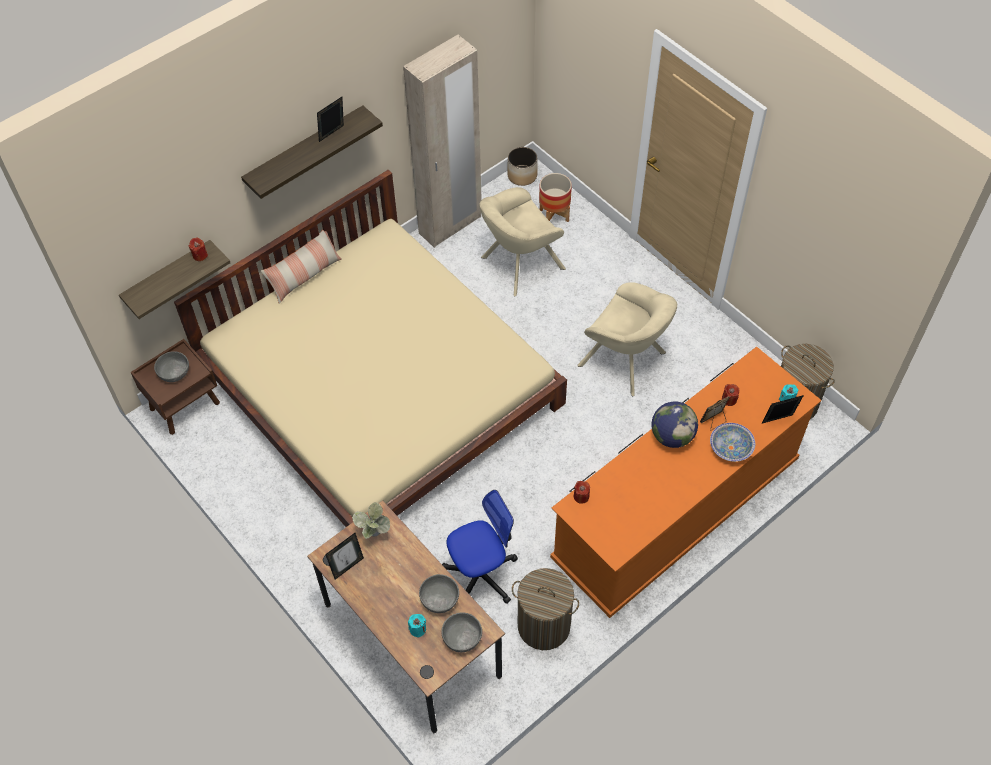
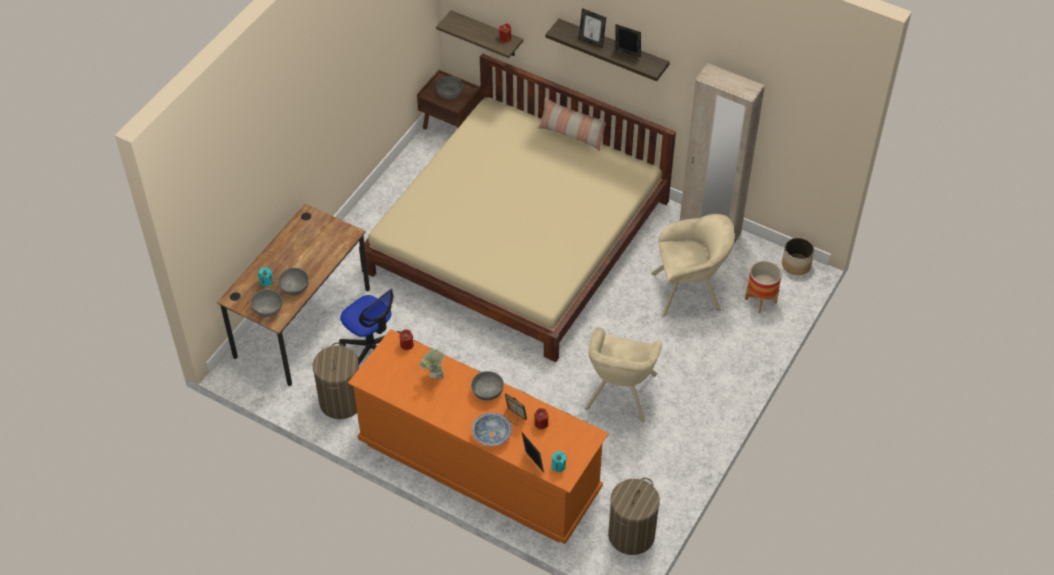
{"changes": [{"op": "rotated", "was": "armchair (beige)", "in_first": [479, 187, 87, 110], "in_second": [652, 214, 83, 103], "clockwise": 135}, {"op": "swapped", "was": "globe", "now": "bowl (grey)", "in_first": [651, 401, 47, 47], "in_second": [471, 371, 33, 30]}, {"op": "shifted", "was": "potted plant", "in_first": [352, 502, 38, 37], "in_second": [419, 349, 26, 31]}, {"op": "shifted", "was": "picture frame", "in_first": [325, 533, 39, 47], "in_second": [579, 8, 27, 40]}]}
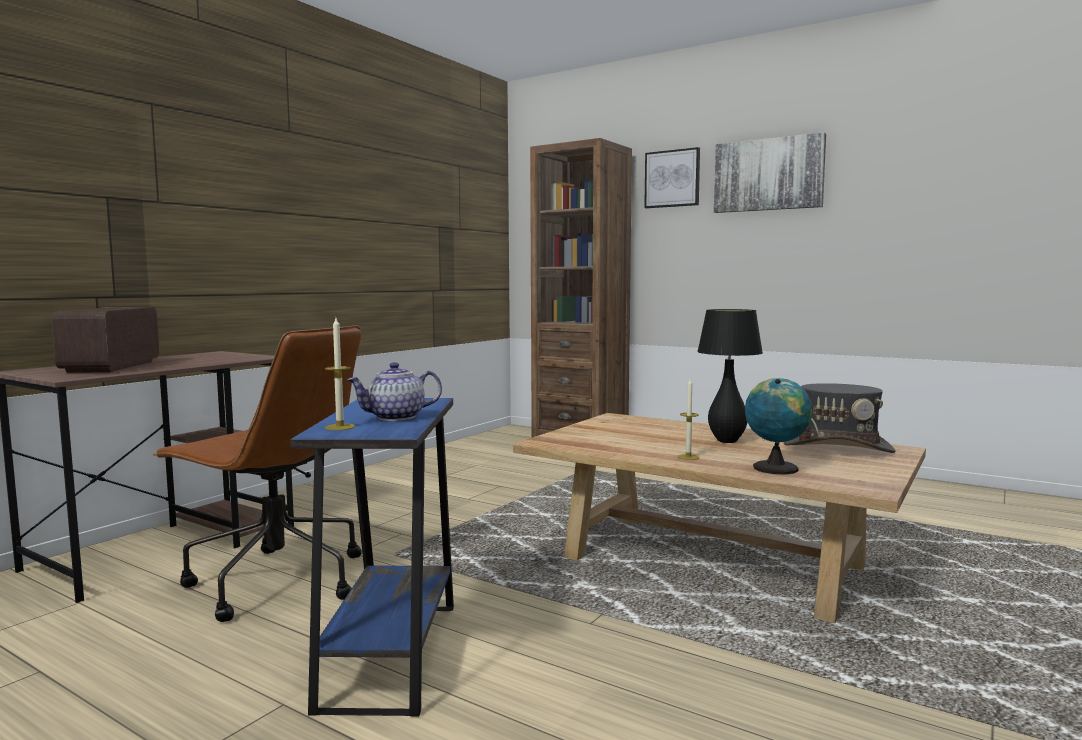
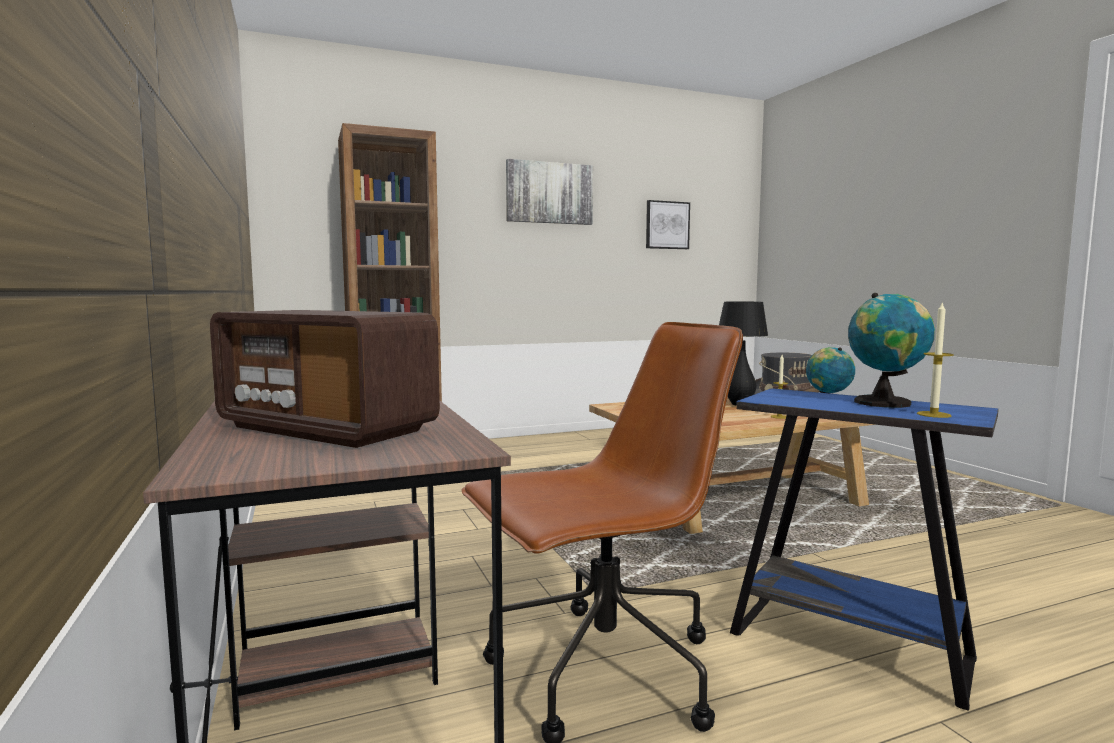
{"changes": [{"op": "shifted", "was": "picture", "in_first": [644, 147, 56, 61], "in_second": [646, 200, 44, 49]}, {"op": "swapped", "was": "teapot", "now": "globe", "in_first": [347, 362, 95, 59], "in_second": [848, 293, 87, 115]}]}
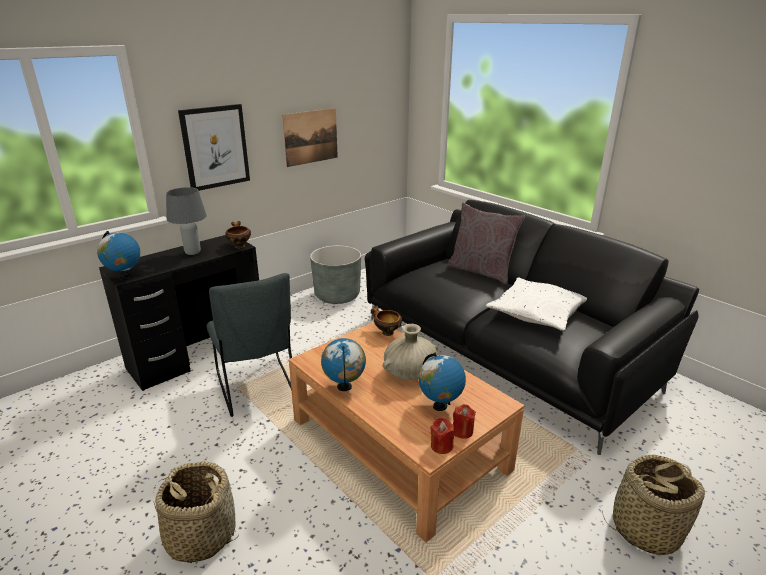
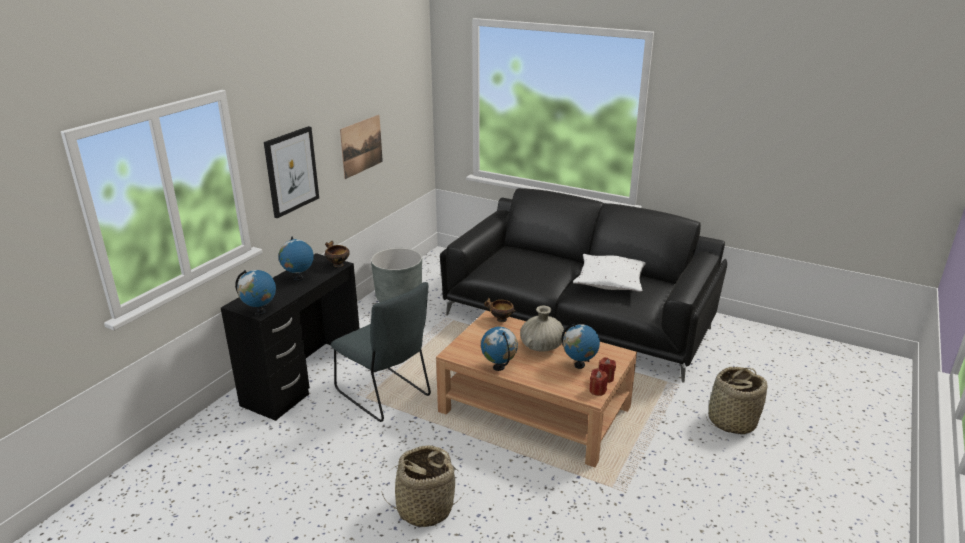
{"changes": [{"op": "swapped", "was": "table lamp (grey)", "now": "globe", "in_first": [166, 187, 41, 68], "in_second": [279, 236, 35, 45]}, {"op": "gone", "was": "pillow (grey)", "in_first": [447, 203, 78, 81]}]}
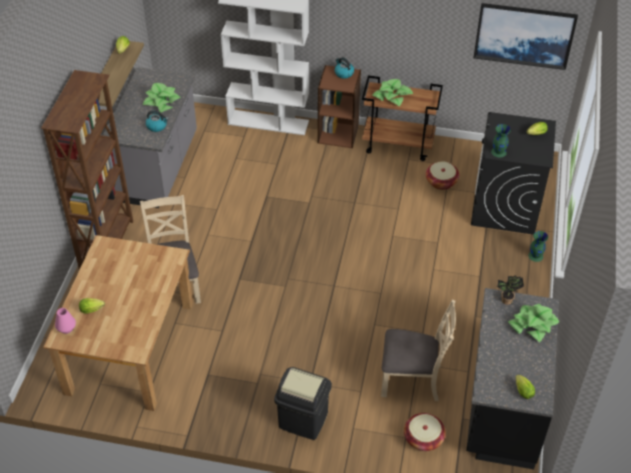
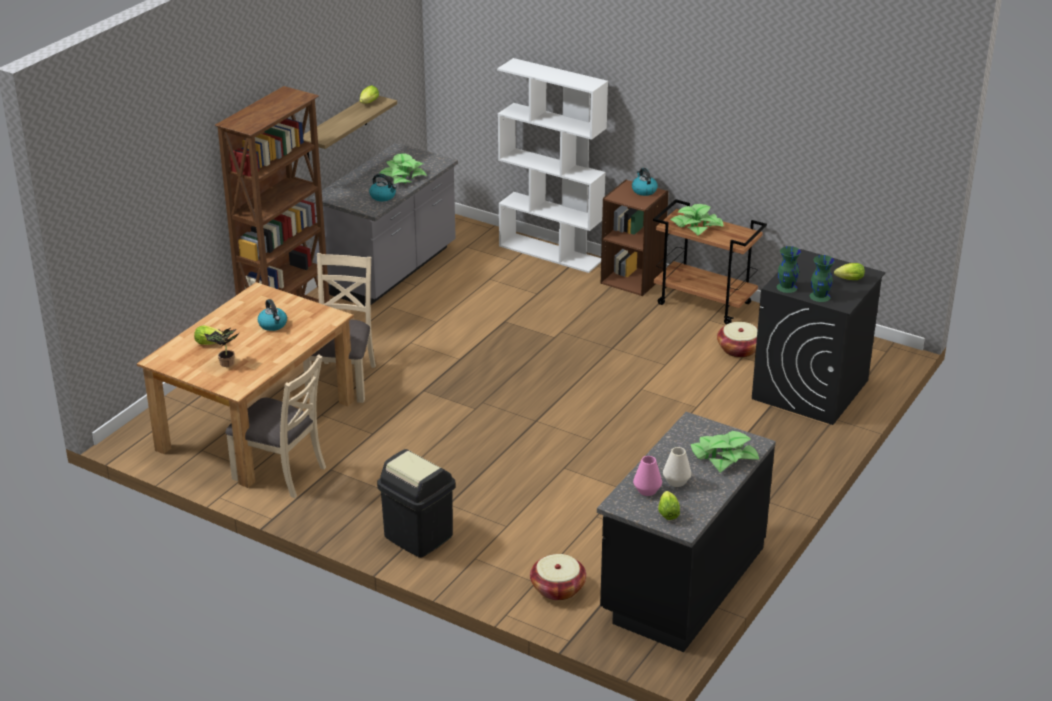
{"changes": [{"op": "gone", "was": "picture", "in_first": [474, 3, 104, 67]}, {"op": "shifted", "was": "vase (green)", "in_first": [528, 231, 20, 31], "in_second": [810, 255, 25, 47]}, {"op": "shifted", "was": "potted plant", "in_first": [497, 275, 27, 30], "in_second": [204, 328, 35, 39]}, {"op": "shifted", "was": "chair (beige)", "in_first": [381, 300, 75, 101], "in_second": [225, 354, 101, 144]}, {"op": "shifted", "was": "vase (pink)", "in_first": [55, 308, 21, 26], "in_second": [633, 456, 29, 40]}, {"op": "new", "now": "kettle", "in_second": [258, 299, 29, 32]}, {"op": "new", "now": "vase (white)", "in_second": [663, 447, 29, 40]}]}
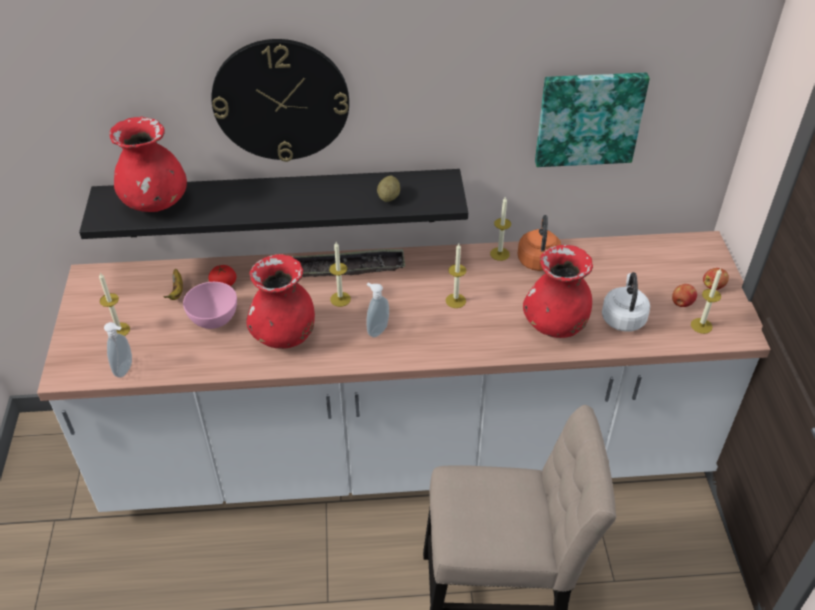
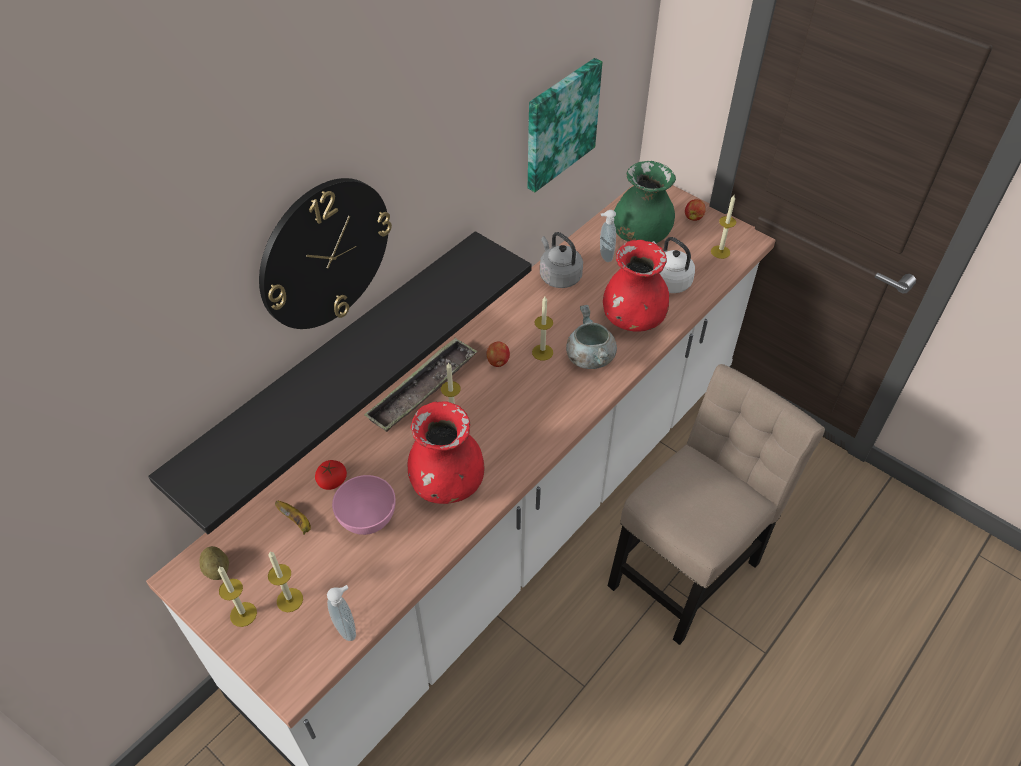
{"changes": [{"op": "gone", "was": "vase (red)", "in_first": [109, 117, 78, 95]}, {"op": "shifted", "was": "potato", "in_first": [377, 176, 23, 26], "in_second": [199, 546, 30, 34]}, {"op": "shifted", "was": "candle", "in_first": [490, 197, 21, 64], "in_second": [218, 566, 39, 61]}, {"op": "repainted", "was": "kettle (orange)", "now": "kettle (grey)", "in_first": [518, 215, 43, 56], "in_second": [540, 232, 43, 56]}, {"op": "shifted", "was": "soap dispenser", "in_first": [367, 283, 22, 54], "in_second": [600, 210, 16, 52]}, {"op": "shifted", "was": "apple", "in_first": [672, 284, 25, 23], "in_second": [487, 342, 23, 25]}, {"op": "new", "now": "vase (green)", "in_second": [614, 161, 62, 82]}, {"op": "new", "now": "cooking pot (grey)", "in_second": [566, 305, 51, 64]}]}
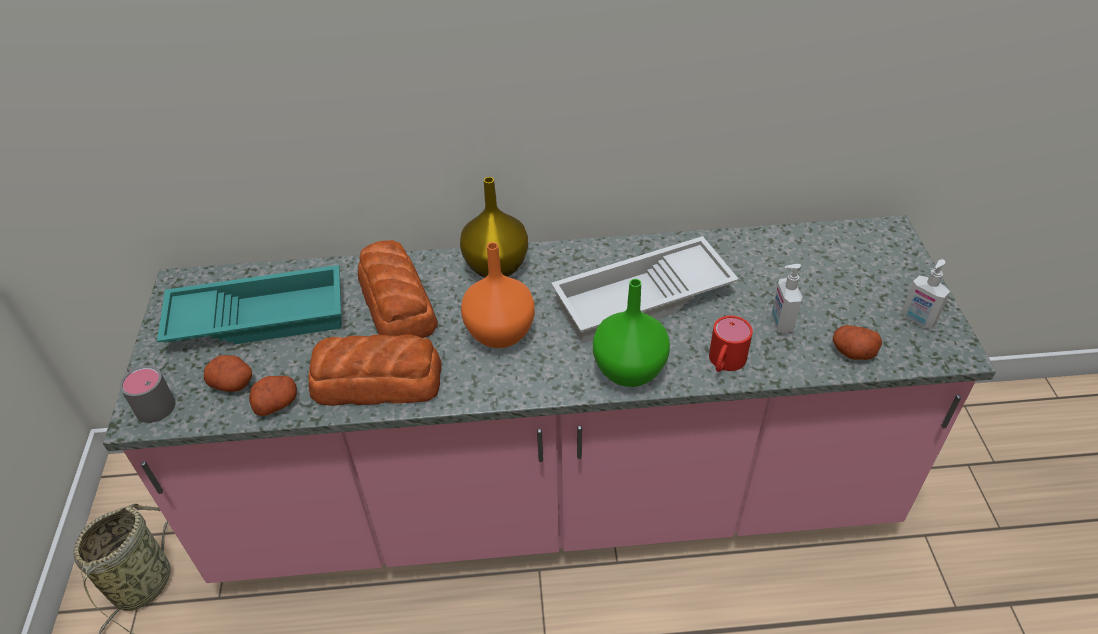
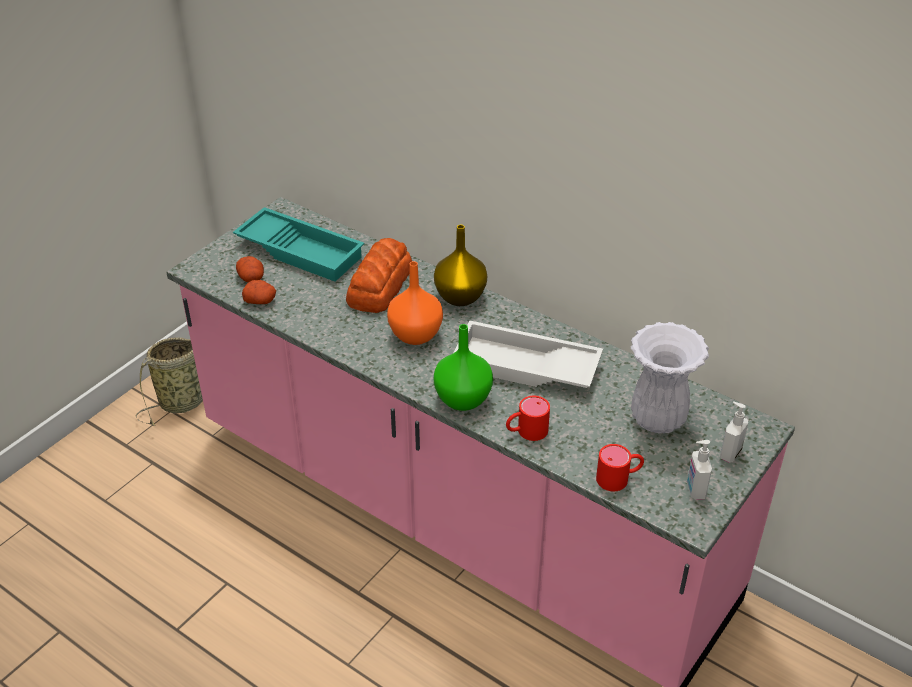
{"changes": [{"op": "shifted", "was": "soap dispenser", "in_first": [771, 264, 31, 69], "in_second": [720, 402, 28, 61]}, {"op": "swapped", "was": "potato", "now": "mug (red)", "in_first": [833, 325, 49, 35], "in_second": [596, 444, 48, 47]}, {"op": "gone", "was": "bread", "in_first": [308, 334, 134, 72]}, {"op": "gone", "was": "mug (grey)", "in_first": [120, 365, 55, 58]}, {"op": "new", "now": "vase (white)", "in_second": [631, 322, 78, 112]}]}
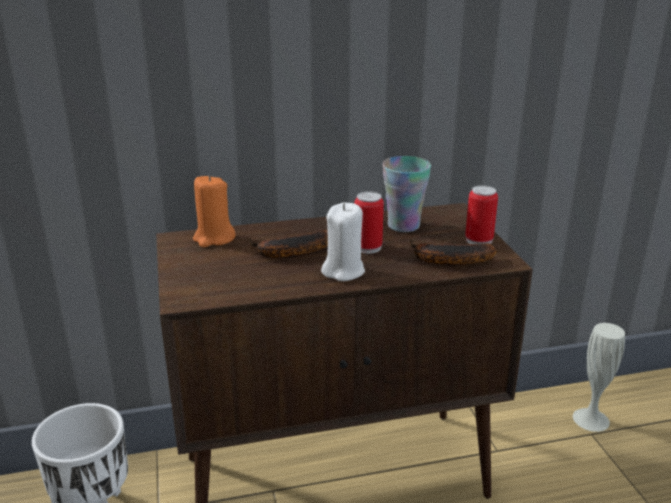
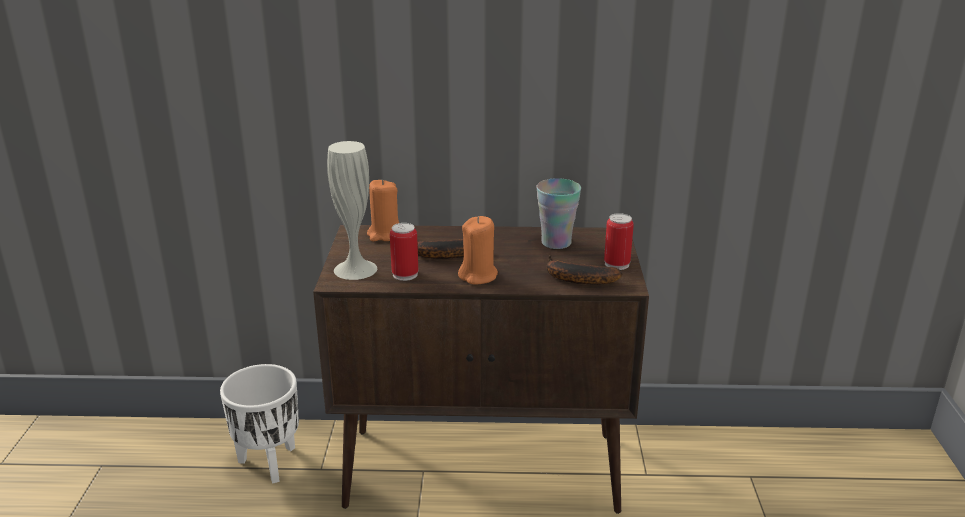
{"changes": [{"op": "shifted", "was": "can", "in_first": [354, 191, 30, 63], "in_second": [390, 223, 28, 58]}, {"op": "repainted", "was": "candle (white)", "now": "candle (orange)", "in_first": [321, 202, 44, 79], "in_second": [458, 216, 40, 68]}, {"op": "shifted", "was": "vase (white)", "in_first": [573, 323, 52, 109], "in_second": [327, 141, 50, 139]}]}
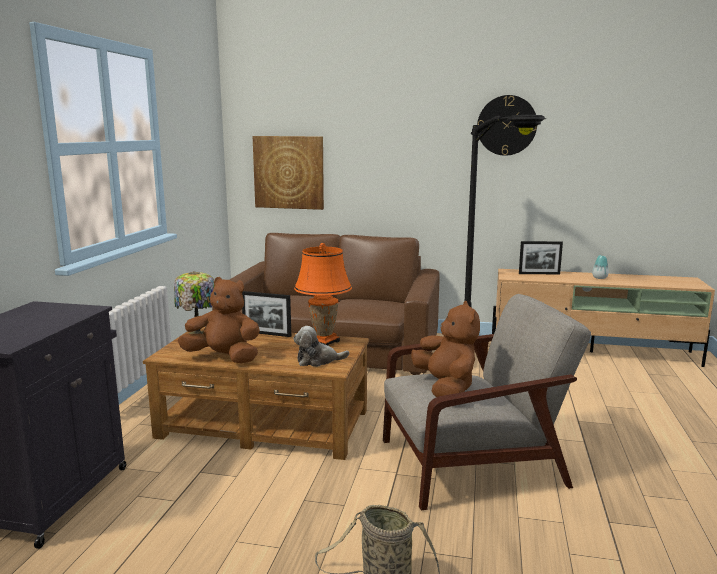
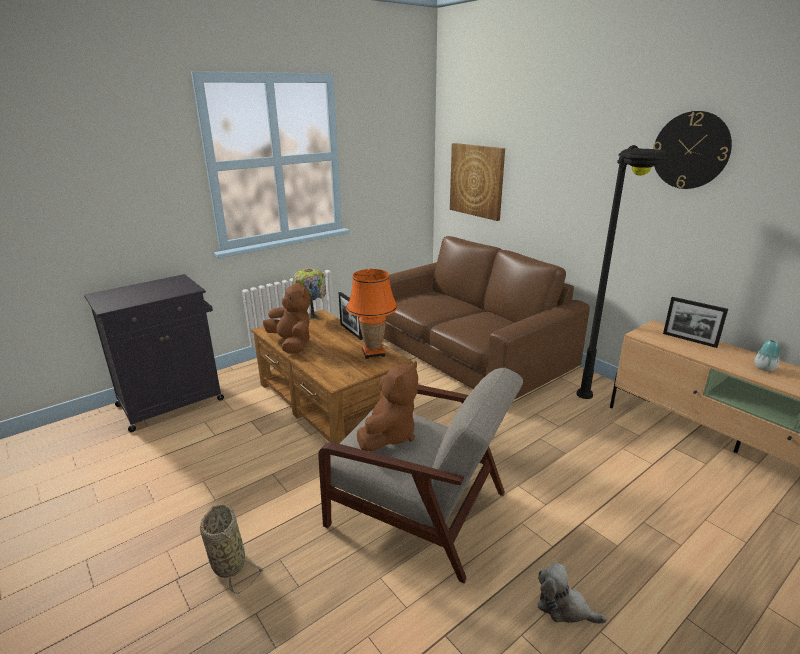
{"changes": [{"op": "shifted", "was": "plush toy", "in_first": [293, 326, 56, 41], "in_second": [538, 562, 69, 62]}]}
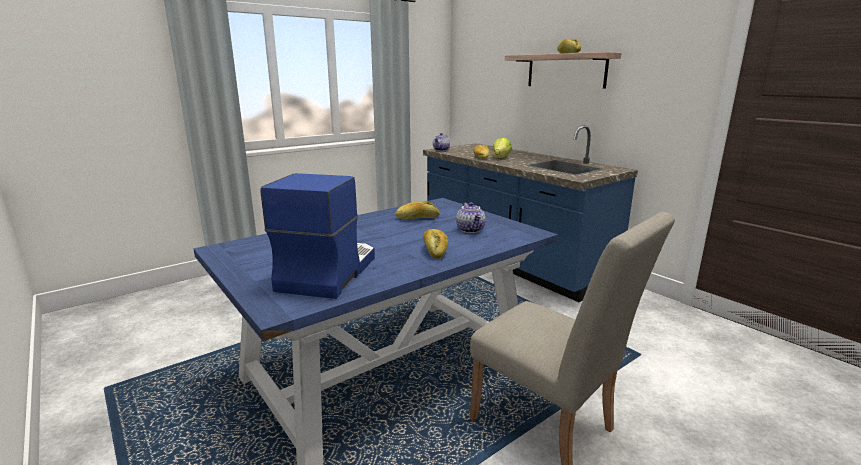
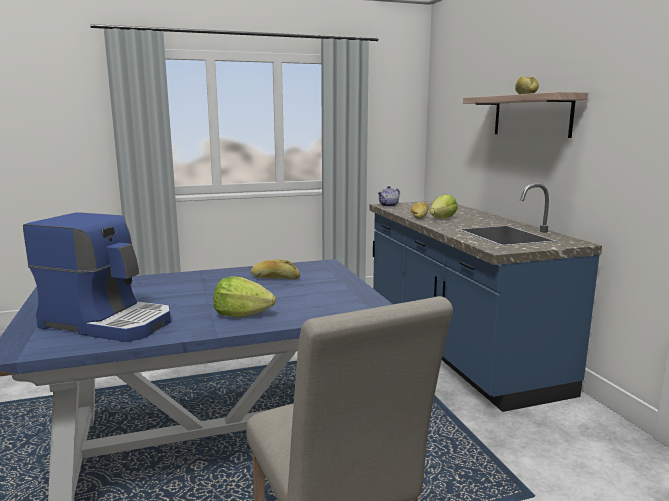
{"changes": [{"op": "rotated", "was": "coffee machine", "in_first": [260, 173, 115, 126], "in_second": [23, 212, 148, 130], "clockwise": 75}, {"op": "gone", "was": "teapot", "in_first": [456, 202, 30, 31]}, {"op": "swapped", "was": "bread", "now": "lettuce", "in_first": [423, 229, 25, 30], "in_second": [213, 276, 63, 42]}]}
